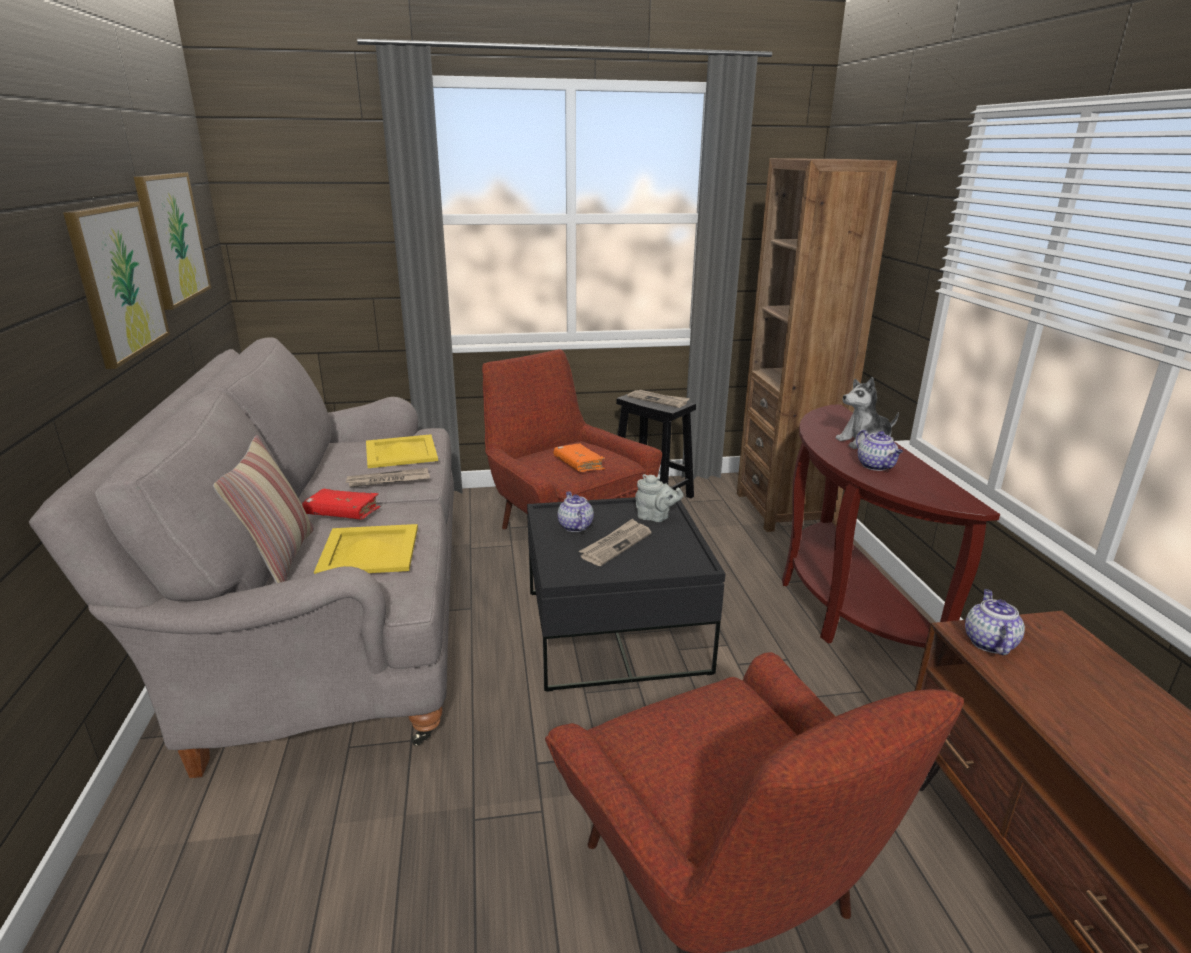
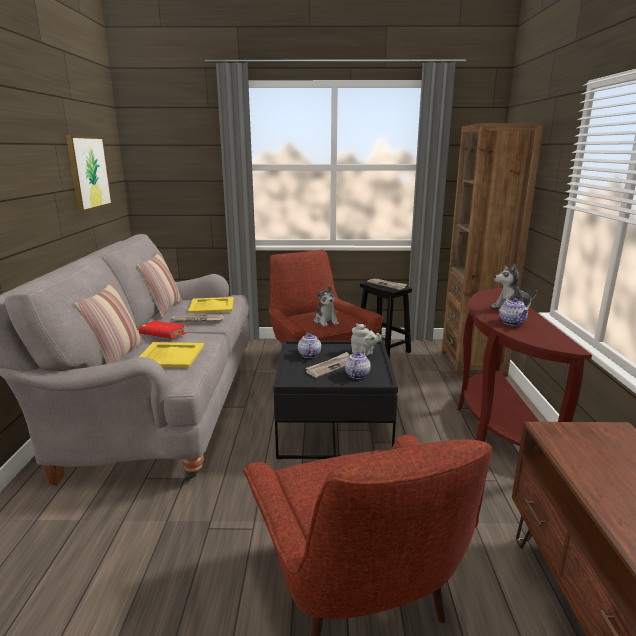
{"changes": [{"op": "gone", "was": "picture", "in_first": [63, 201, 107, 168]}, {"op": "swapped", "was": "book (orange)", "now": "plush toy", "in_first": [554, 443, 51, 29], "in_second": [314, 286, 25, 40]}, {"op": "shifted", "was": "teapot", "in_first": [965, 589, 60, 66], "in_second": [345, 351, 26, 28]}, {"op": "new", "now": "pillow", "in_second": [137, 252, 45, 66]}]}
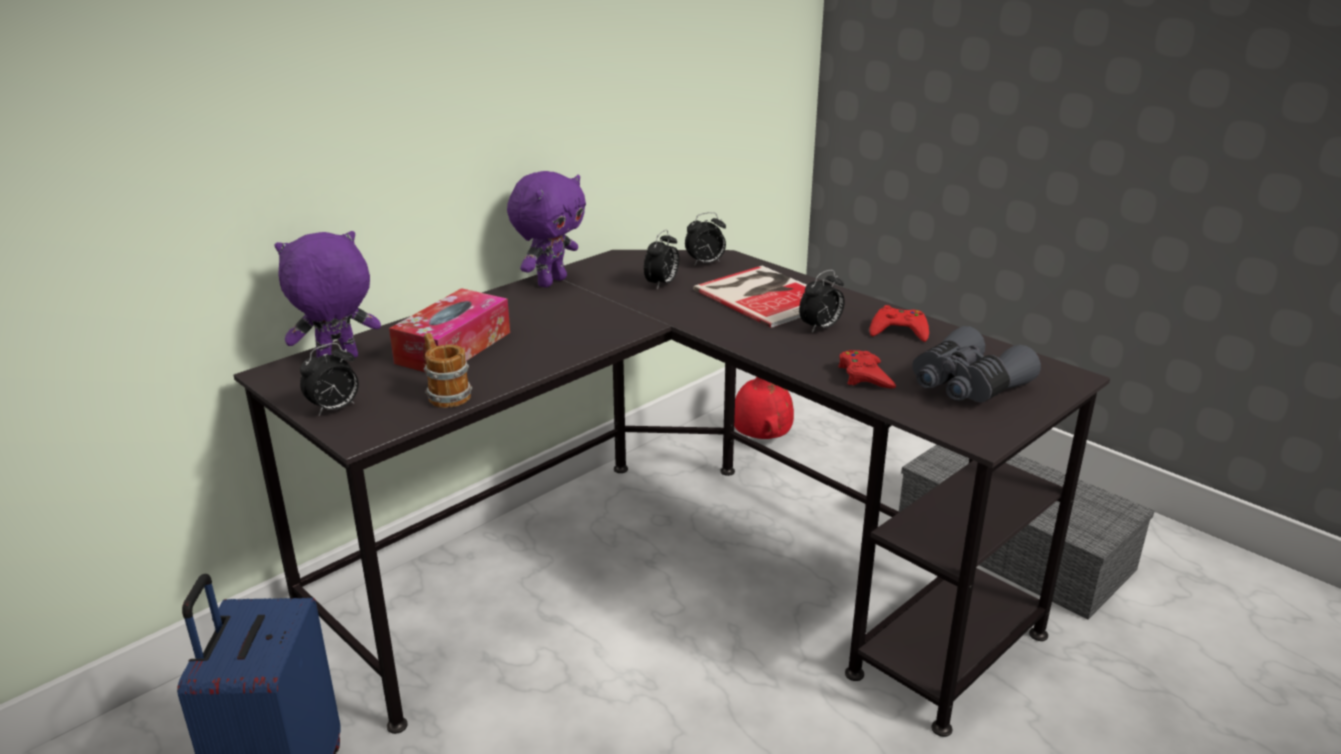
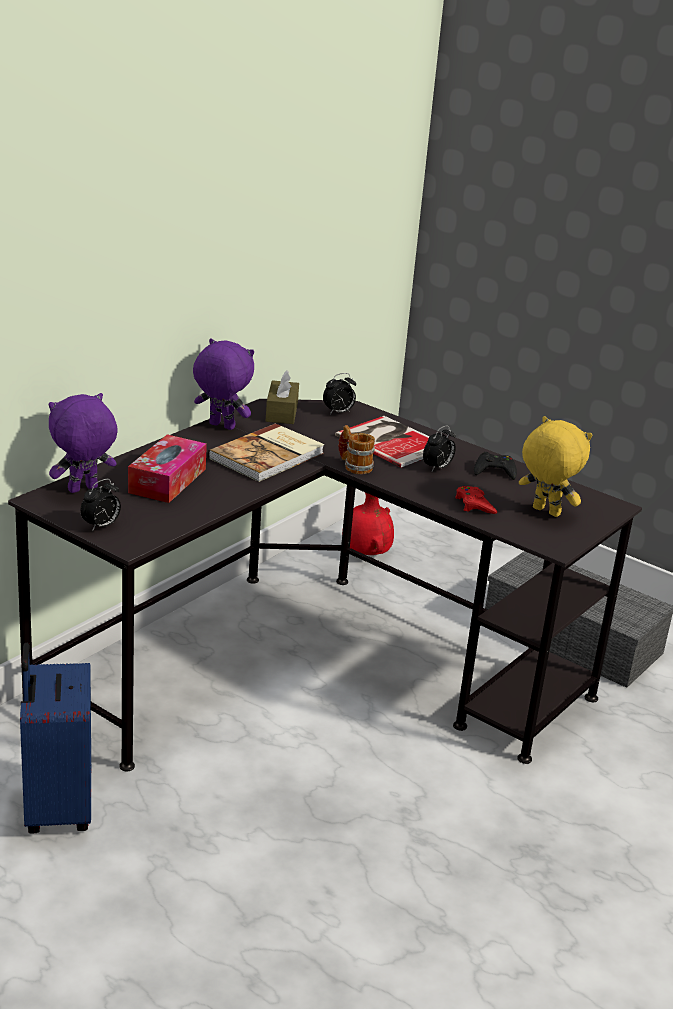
{"changes": [{"op": "rotated", "was": "plush toy (purple)", "in_first": [507, 171, 79, 117], "in_second": [193, 339, 61, 91], "clockwise": -90}, {"op": "gone", "was": "alarm clock", "in_first": [644, 230, 35, 60]}, {"op": "repainted", "was": "game controller (red)", "now": "game controller (black)", "in_first": [870, 305, 59, 37], "in_second": [474, 452, 43, 28]}, {"op": "swapped", "was": "binoculars (grey)", "now": "plush toy (yellow)", "in_first": [912, 326, 129, 77], "in_second": [519, 416, 73, 101]}, {"op": "shifted", "was": "mug", "in_first": [423, 333, 49, 75], "in_second": [338, 425, 37, 49]}, {"op": "new", "now": "tissue box (brown)", "in_second": [266, 371, 33, 53]}, {"op": "new", "now": "book", "in_second": [208, 423, 117, 59]}]}
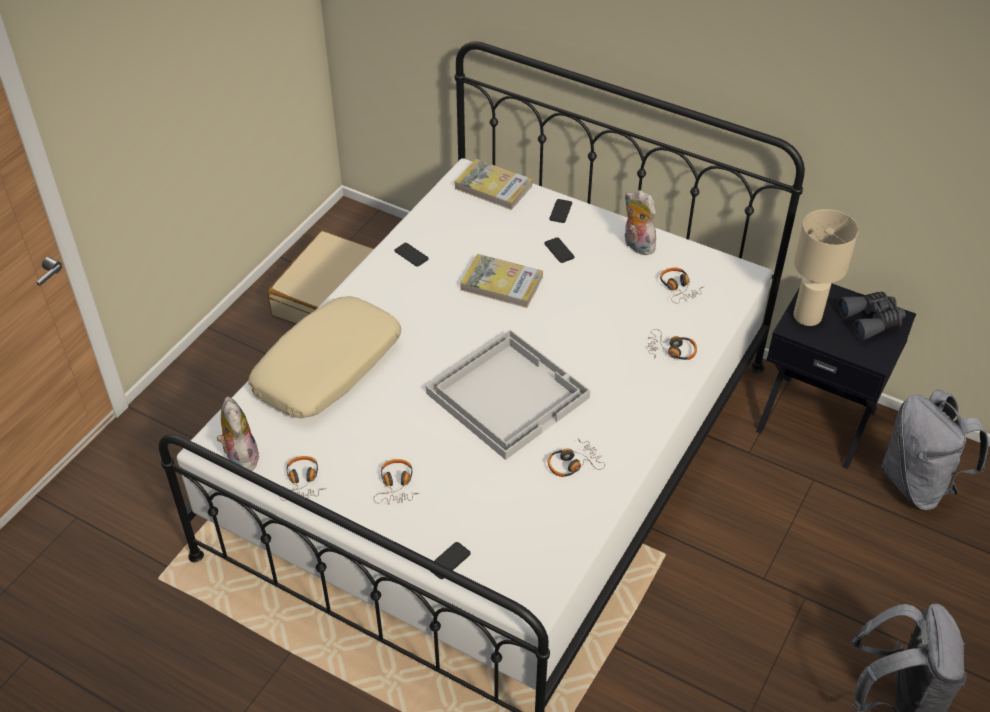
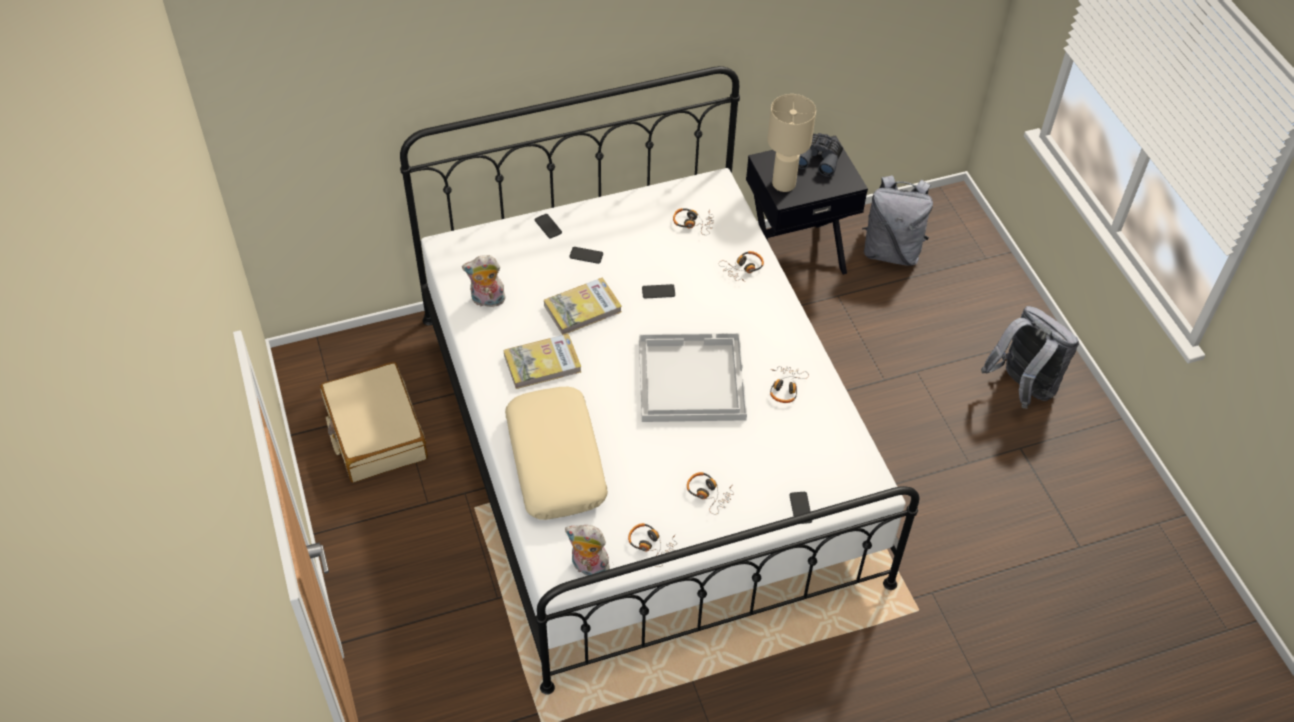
{"changes": [{"op": "shifted", "was": "book", "in_first": [455, 159, 77, 51], "in_second": [504, 334, 77, 55]}, {"op": "shifted", "was": "plush toy", "in_first": [624, 190, 33, 65], "in_second": [462, 255, 46, 52]}, {"op": "shifted", "was": "phone", "in_first": [395, 243, 34, 24], "in_second": [642, 284, 33, 14]}]}
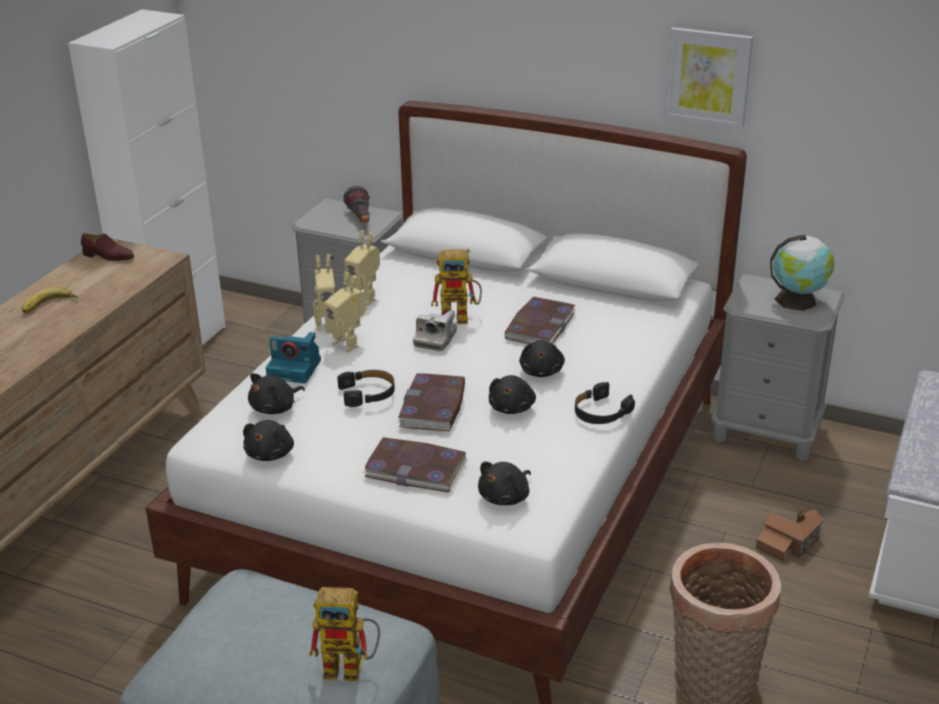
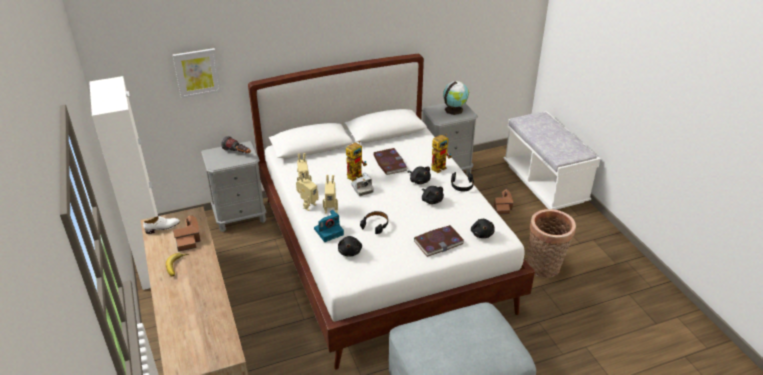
{"changes": [{"op": "shifted", "was": "picture", "in_first": [665, 27, 88, 102], "in_second": [173, 48, 49, 50]}, {"op": "repainted", "was": "shoe (brown)", "now": "shoe (white)", "in_first": [81, 233, 53, 28], "in_second": [143, 216, 37, 18]}, {"op": "gone", "was": "book", "in_first": [397, 373, 68, 58]}, {"op": "gone", "was": "plush toy (black)", "in_first": [243, 420, 51, 41]}, {"op": "shifted", "was": "toy robot", "in_first": [309, 587, 71, 94], "in_second": [431, 134, 21, 39]}, {"op": "new", "now": "toy house", "in_second": [173, 215, 28, 37]}]}
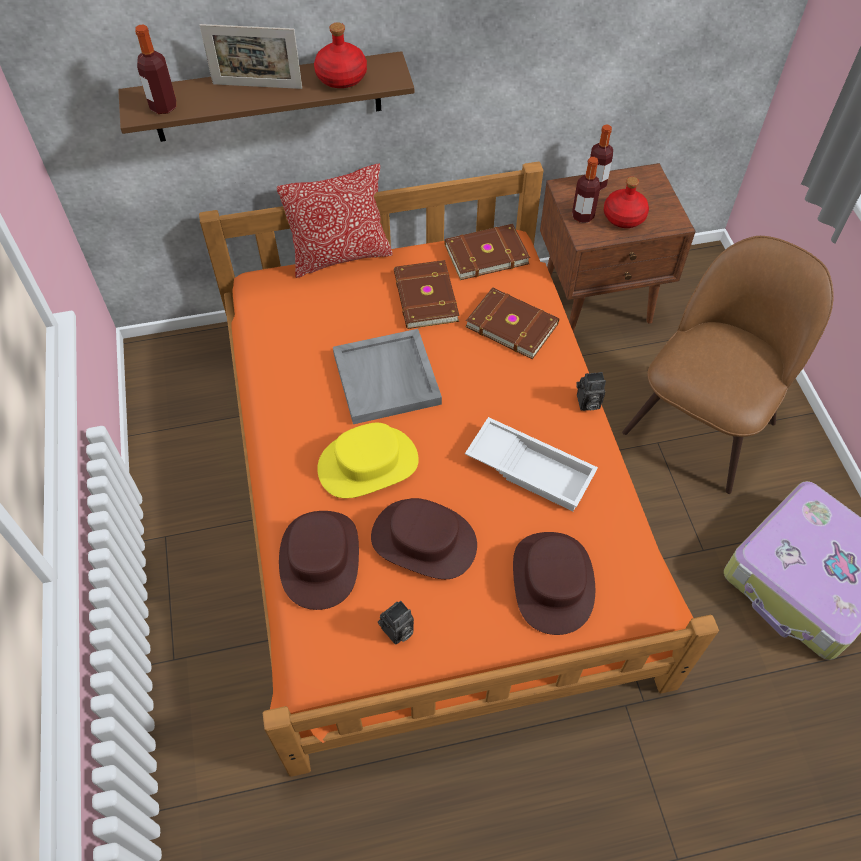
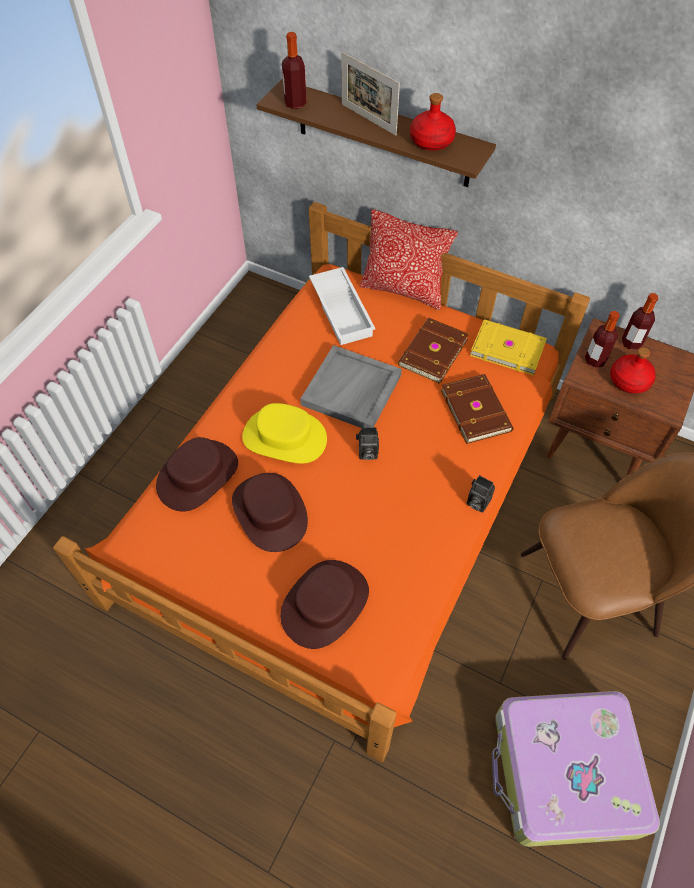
{"changes": [{"op": "repainted", "was": "book (brown)", "now": "book (yellow)", "in_first": [444, 224, 86, 56], "in_second": [470, 319, 77, 56]}, {"op": "shifted", "was": "tray (white)", "in_first": [465, 417, 133, 94], "in_second": [309, 267, 67, 78]}, {"op": "shifted", "was": "photo camera", "in_first": [378, 601, 36, 44], "in_second": [356, 427, 23, 33]}]}
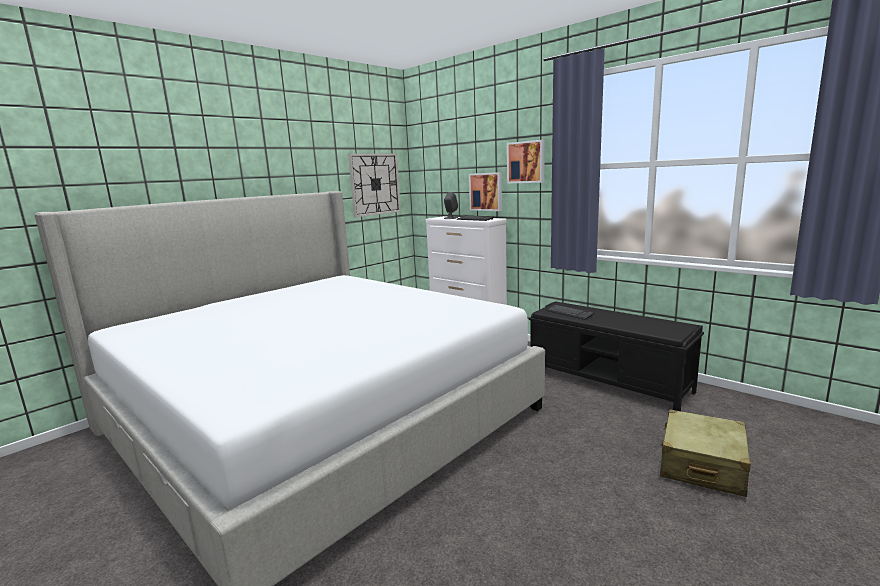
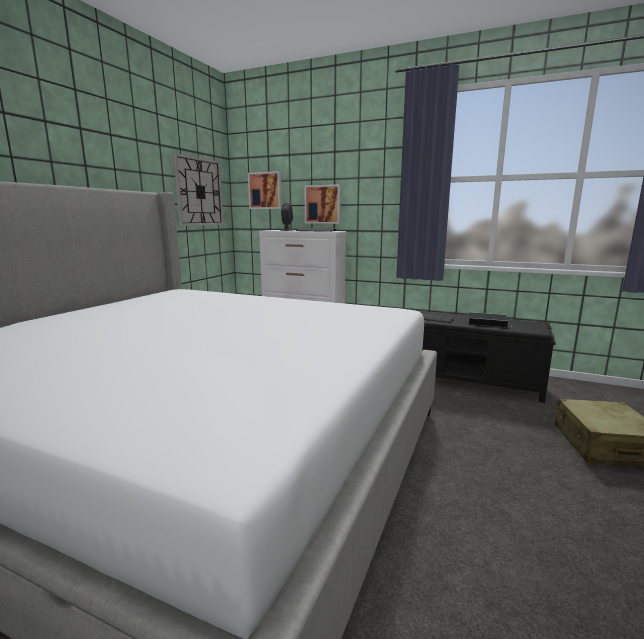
{"changes": [{"op": "shifted", "was": "picture", "in_first": [507, 140, 38, 43], "in_second": [248, 171, 34, 38]}, {"op": "new", "now": "book", "in_second": [469, 312, 39, 15]}]}
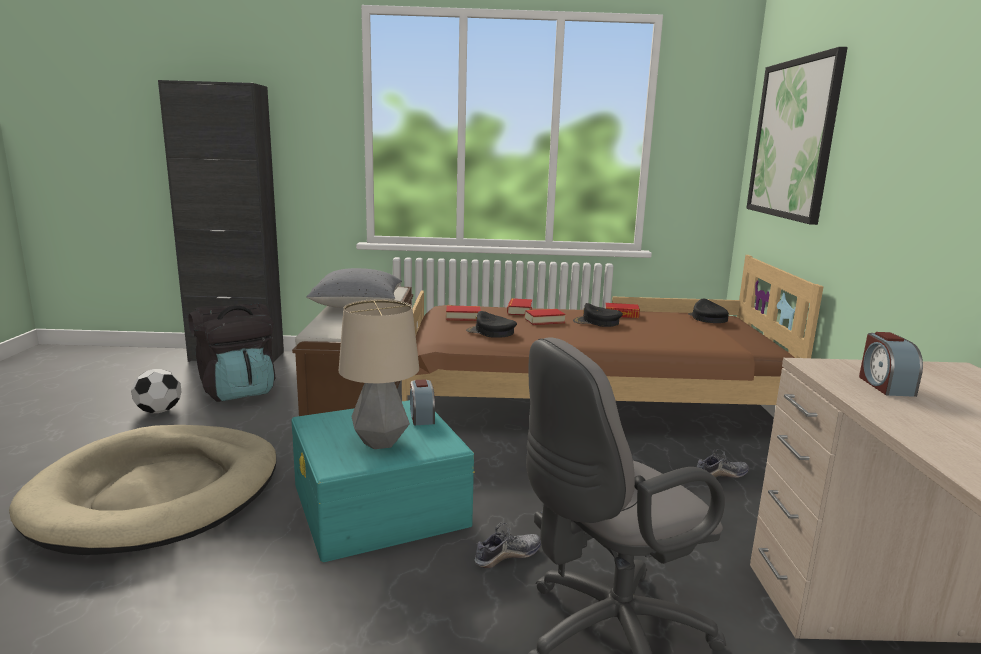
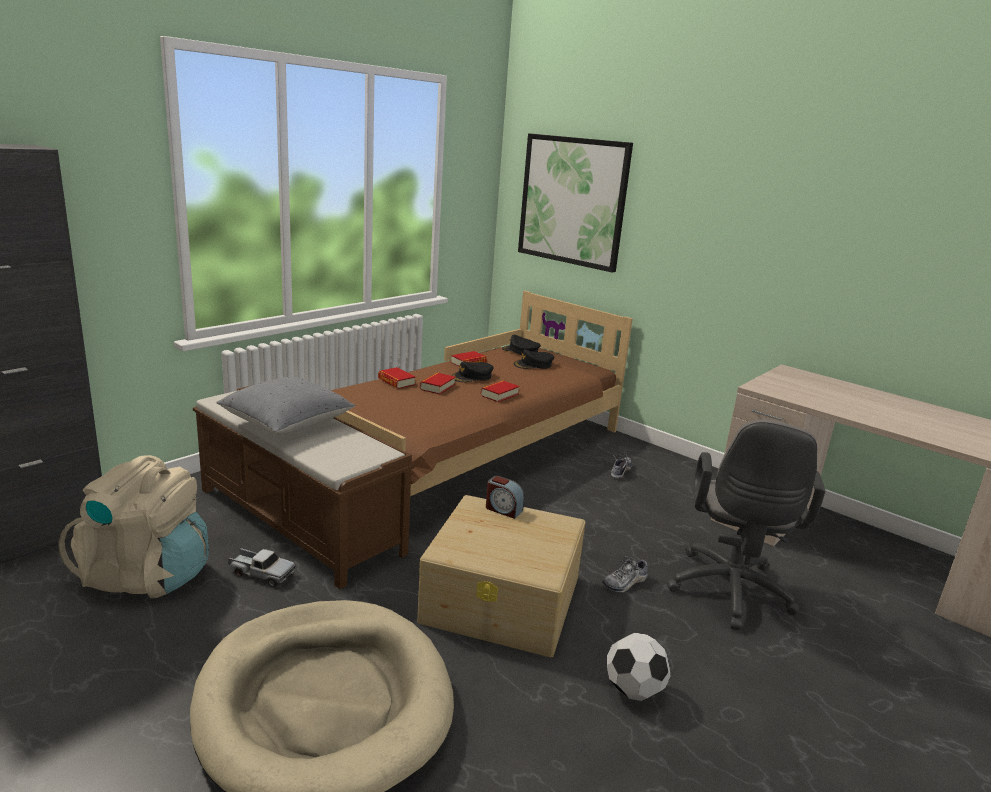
{"changes": [{"op": "gone", "was": "table lamp", "in_first": [339, 299, 80, 150]}, {"op": "repainted", "was": "backpack (black)", "now": "backpack (beige)", "in_first": [188, 303, 87, 99], "in_second": [58, 455, 151, 143]}, {"op": "shifted", "was": "book", "in_first": [446, 306, 35, 15], "in_second": [481, 381, 39, 21]}, {"op": "shifted", "was": "cap (black)", "in_first": [466, 311, 51, 27], "in_second": [514, 350, 40, 19]}, {"op": "gone", "was": "alarm clock", "in_first": [859, 332, 64, 65]}, {"op": "shifted", "was": "football", "in_first": [131, 369, 51, 44], "in_second": [607, 633, 63, 68]}, {"op": "repainted", "was": "storage box (turquoise)", "now": "storage box (beige)", "in_first": [291, 400, 184, 162], "in_second": [417, 495, 169, 162]}, {"op": "rotated", "was": "shoe", "in_first": [474, 522, 67, 46], "in_second": [602, 556, 46, 37], "clockwise": -135}, {"op": "new", "now": "toy truck", "in_second": [228, 548, 68, 39]}]}
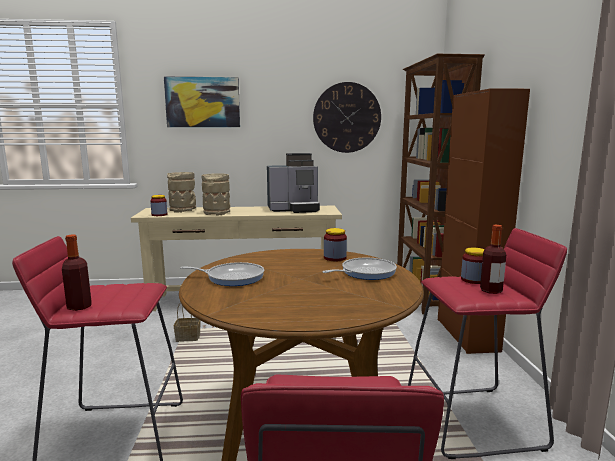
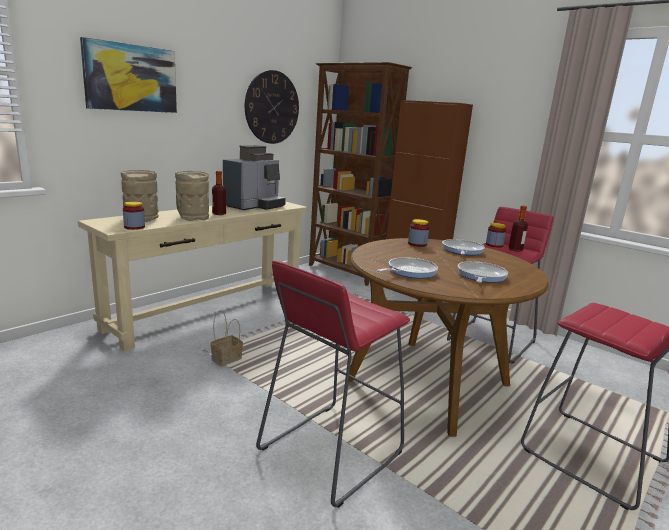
{"changes": [{"op": "shifted", "was": "bottle", "in_first": [62, 234, 30, 77], "in_second": [212, 171, 14, 44]}, {"op": "new", "now": "frying pan", "in_second": [458, 261, 50, 22]}]}
